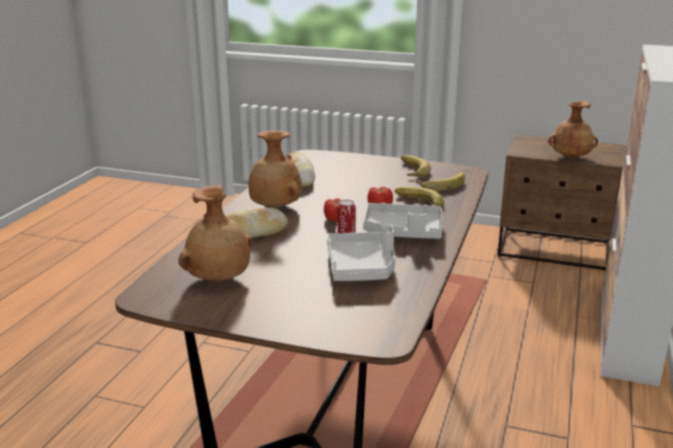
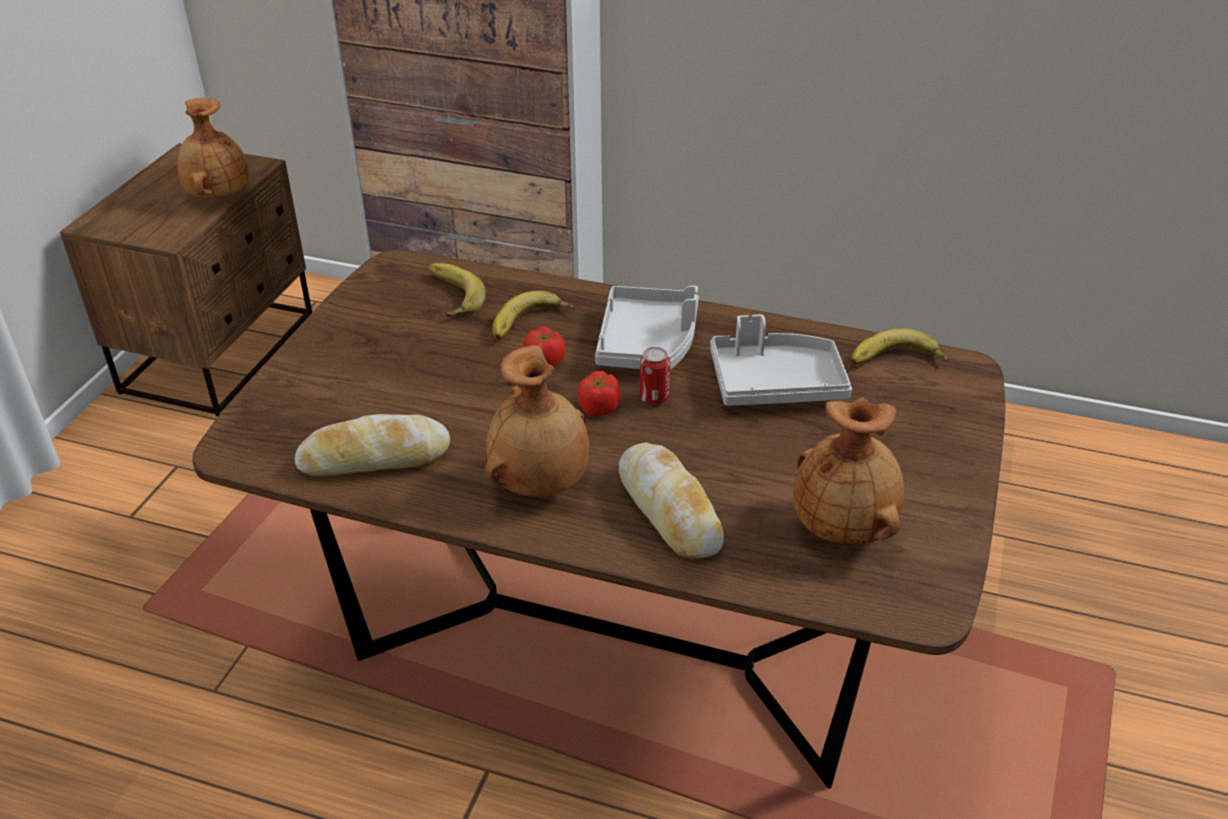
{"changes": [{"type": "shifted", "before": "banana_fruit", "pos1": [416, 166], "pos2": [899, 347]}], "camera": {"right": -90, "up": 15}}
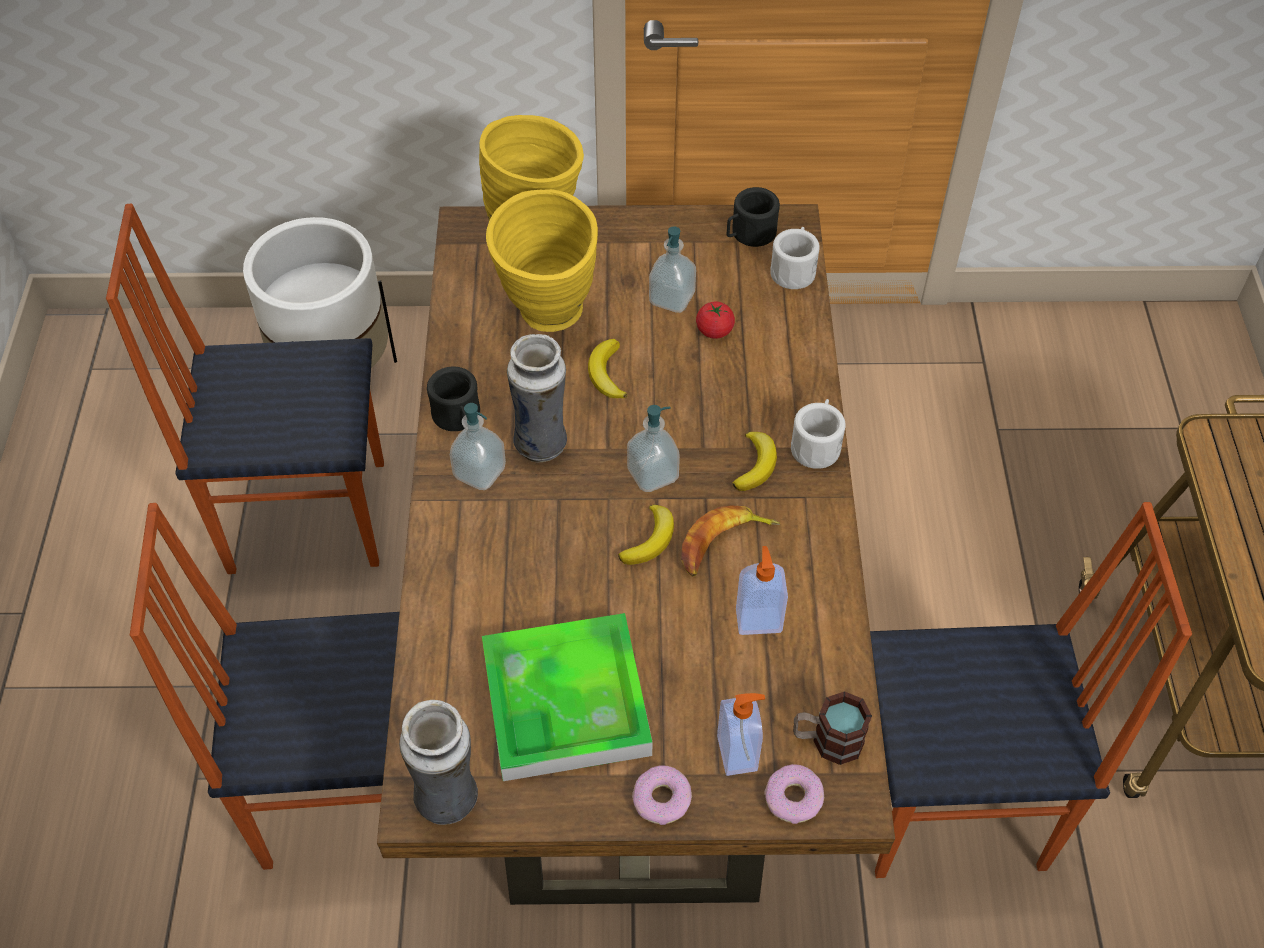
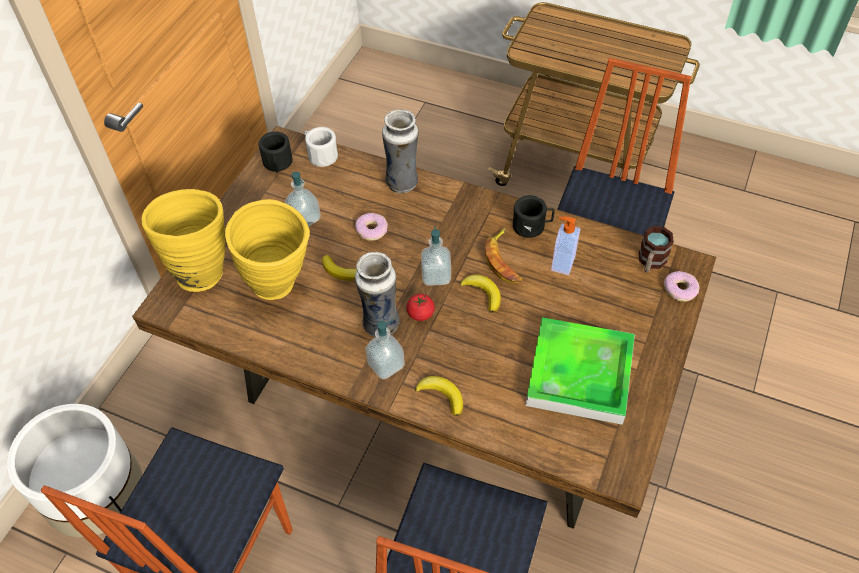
{"changes": [{"type": "shifted", "before": "fresh_tomato", "pos1": [715, 320], "pos2": [420, 307]}, {"type": "shifted", "before": "black_tea_mug", "pos1": [453, 399], "pos2": [534, 216]}, {"type": "gone", "before": "white-coloured_tea_mug", "pos1": [818, 434]}, {"type": "shifted", "before": "banana_fruit", "pos1": [755, 461], "pos2": [439, 396]}, {"type": "gone", "before": "soap_bottle", "pos1": [741, 734]}, {"type": "shifted", "before": "decorative_vase", "pos1": [438, 762], "pos2": [400, 151]}, {"type": "shifted", "before": "donut", "pos1": [662, 795], "pos2": [371, 227]}], "camera": {"right": -65, "up": 0}}
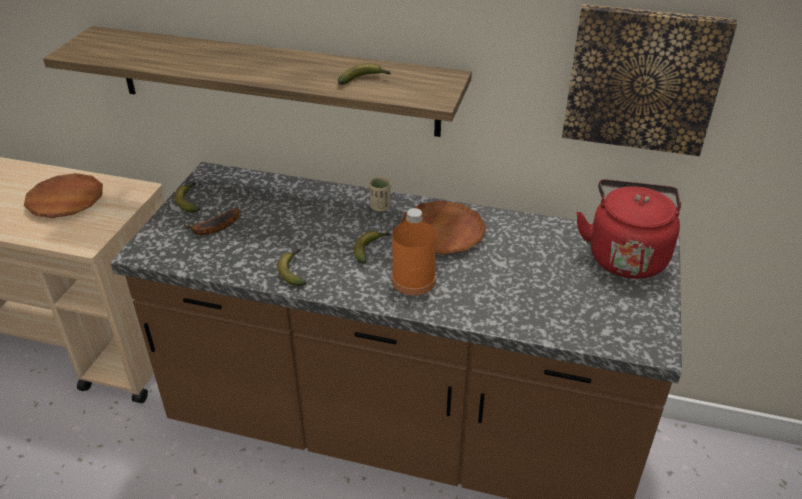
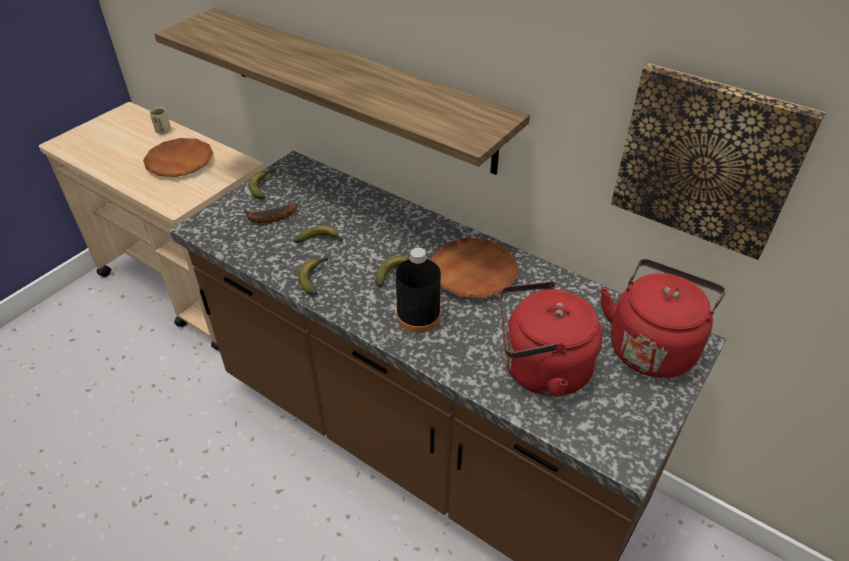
{"changes": [{"type": "shifted", "before": "banana_fruit", "pos1": [364, 74], "pos2": [318, 234]}, {"type": "shifted", "before": "beige-coloured_cup", "pos1": [380, 194], "pos2": [160, 121]}, {"type": "repainted", "before": "orange-coloured_beverage_bottle", "after": "black_beverage_bottle", "pos1": [414, 251], "pos2": [418, 290]}, {"type": "new", "after": "reddish_water_kettle", "pos2": [551, 339]}], "camera": {"right": 20, "up": 5}}
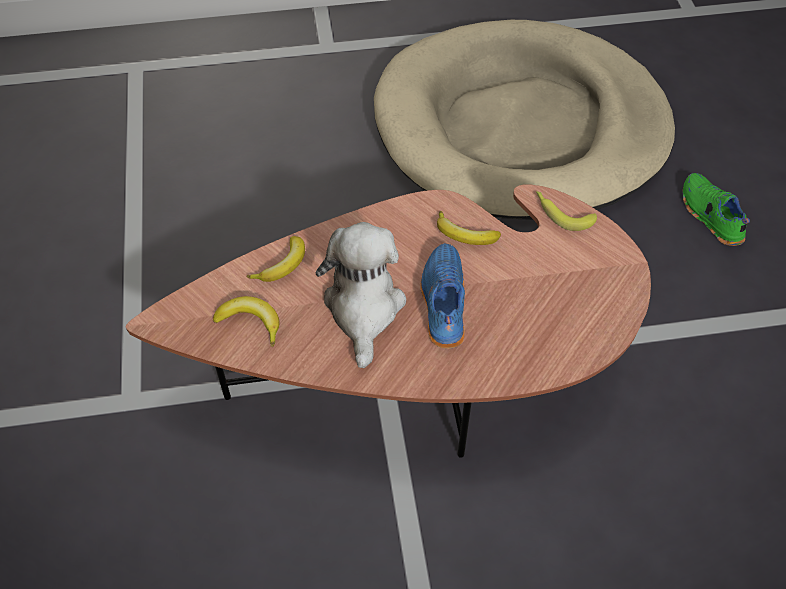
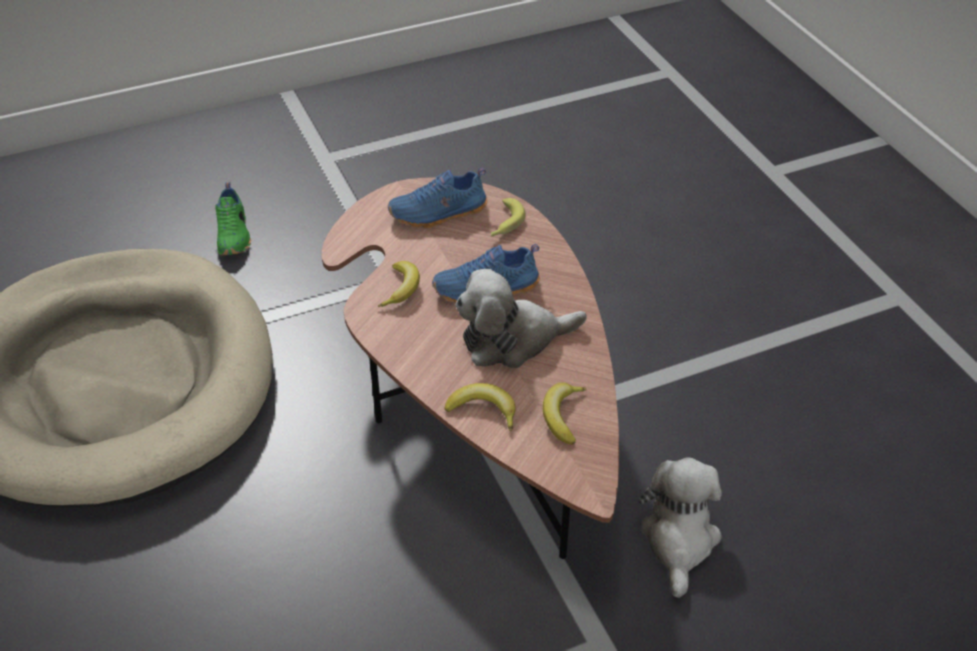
{"changes": [{"type": "rotated", "before": "greenish_item_of_footwear", "pos1": [716, 209], "pos2": [233, 218], "turn": -60}, {"type": "shifted", "before": "banana_fruit", "pos1": [566, 211], "pos2": [508, 217]}, {"type": "new", "after": "bluish_item_of_footwear", "pos2": [437, 198]}, {"type": "new", "after": "soft_toy", "pos2": [680, 527]}], "camera": {"right": -105, "up": -10}}
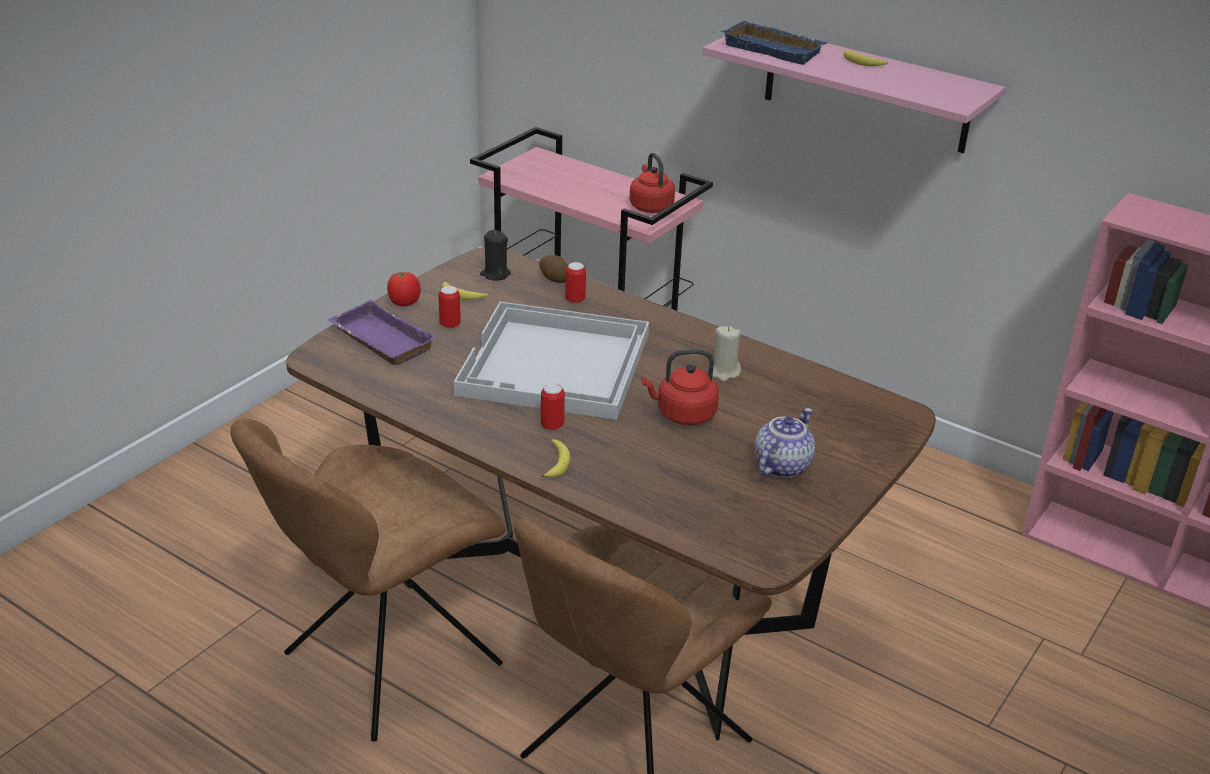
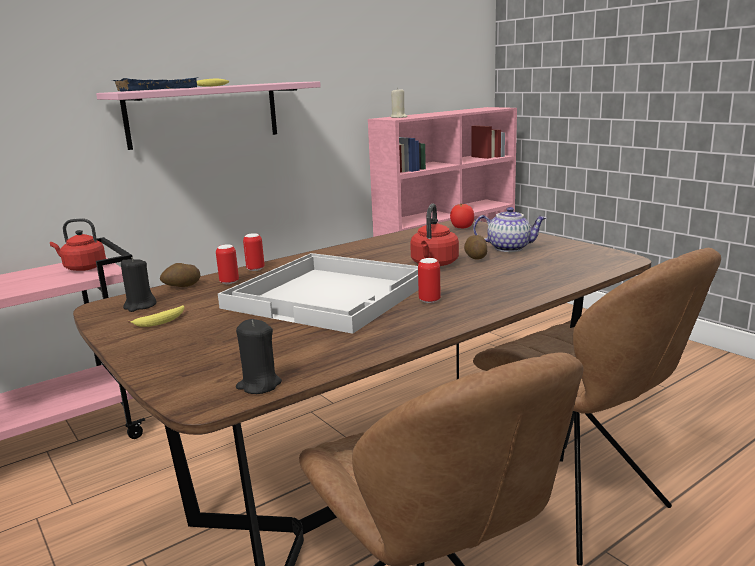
{"changes": [{"type": "shifted", "before": "fresh_tomato", "pos1": [404, 288], "pos2": [462, 216]}, {"type": "shifted", "before": "can", "pos1": [449, 307], "pos2": [254, 252]}, {"type": "gone", "before": "purple_serving_tray", "pos1": [382, 332]}, {"type": "shifted", "before": "beige-coloured_wax_candle", "pos1": [726, 354], "pos2": [399, 103]}, {"type": "rotated", "before": "teapot", "pos1": [785, 443], "pos2": [509, 229], "turn": 135}, {"type": "gone", "before": "banana_fruit", "pos1": [555, 458]}, {"type": "new", "after": "spud", "pos2": [475, 247]}, {"type": "new", "after": "black_wax_candle", "pos2": [259, 356]}], "camera": {"right": -70, "up": -15}}
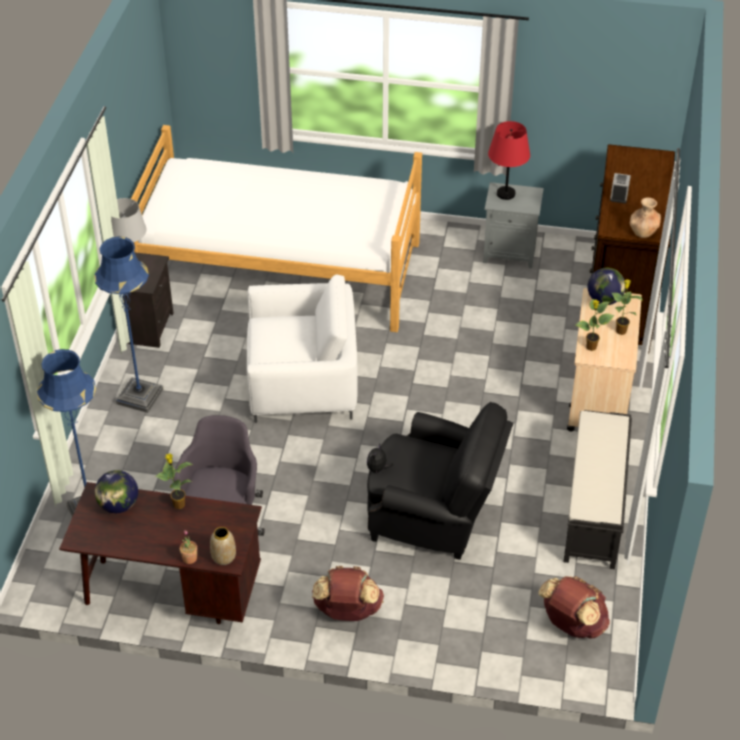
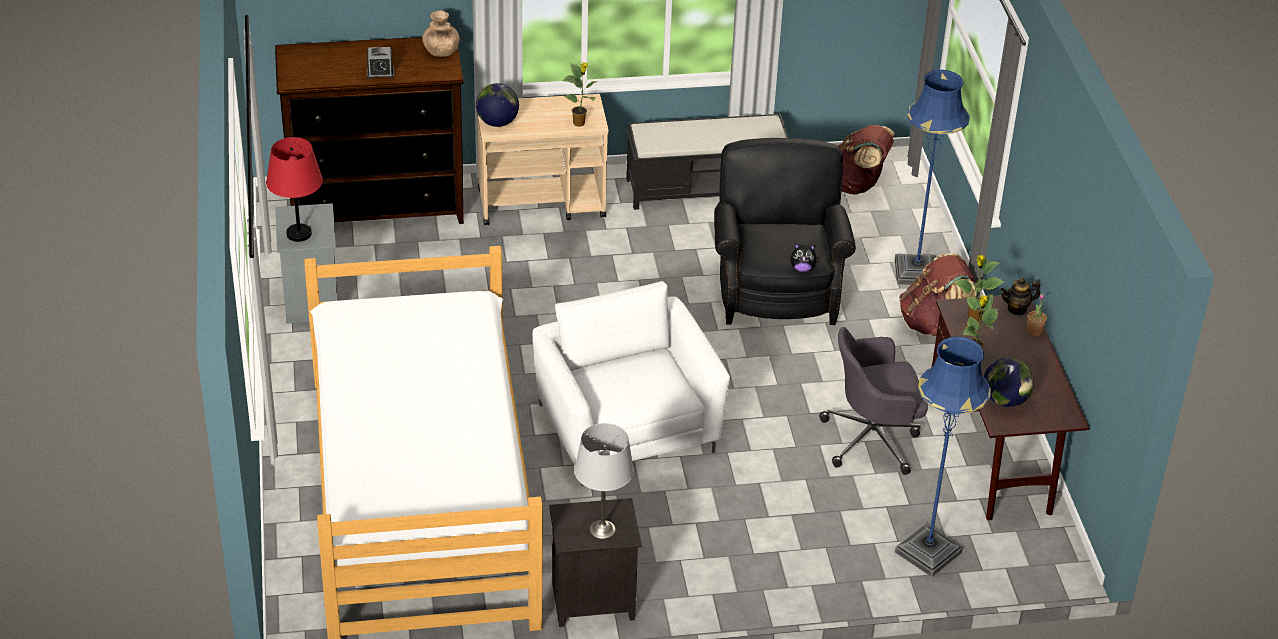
{"changes": [{"type": "shifted", "before": "bluish_floor_lamp", "pos1": [128, 325], "pos2": [932, 177]}, {"type": "shifted", "before": "plant_in_a_pot", "pos1": [627, 307], "pos2": [978, 288]}, {"type": "swapped", "before": "decorative_vase", "after": "teapot", "pos1": [223, 546], "pos2": [1020, 296]}], "camera": {"right": -110, "up": -5}}
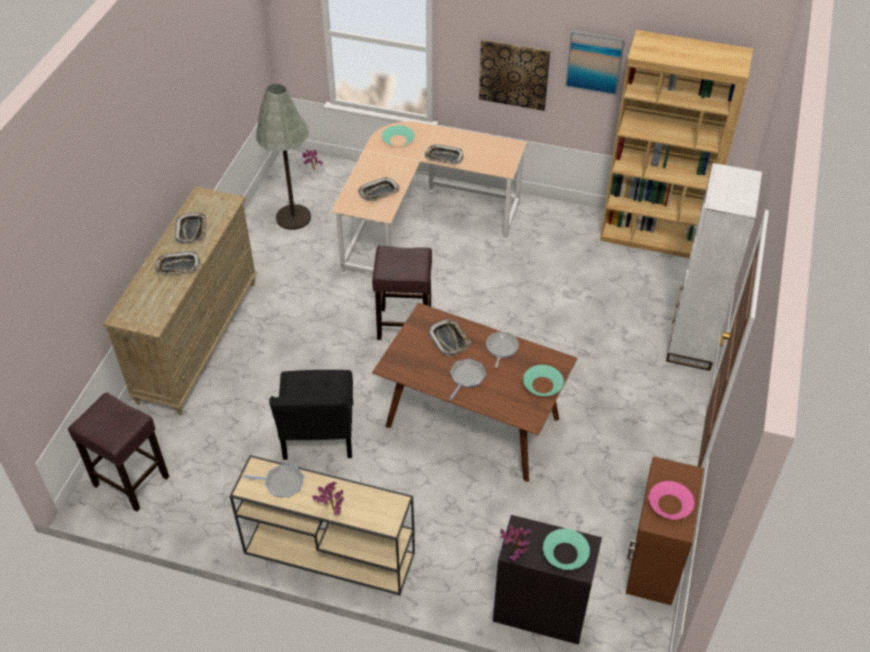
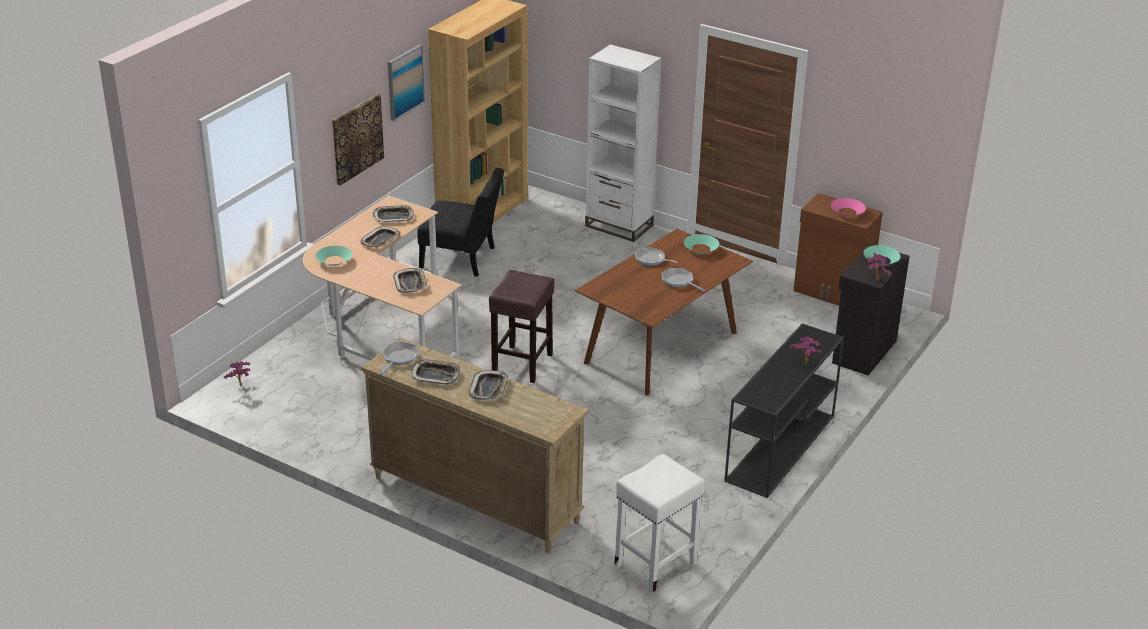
{"changes": [{"type": "gone", "before": "greyish_floor_lamp", "pos1": [283, 156]}, {"type": "shifted", "before": "serving_tray", "pos1": [449, 337], "pos2": [393, 213]}, {"type": "shifted", "before": "black_plain_chair", "pos1": [311, 415], "pos2": [460, 222]}, {"type": "repainted", "before": "brown-coloured_sitting_stool", "after": "white-coloured_sitting_stool", "pos1": [118, 451], "pos2": [659, 523]}, {"type": "repainted", "before": "beige-coloured_narrow_table", "after": "black_narrow_table", "pos1": [322, 525], "pos2": [784, 410]}, {"type": "shifted", "before": "frying_pan", "pos1": [273, 480], "pos2": [400, 358]}], "camera": {"right": -75, "up": -15}}
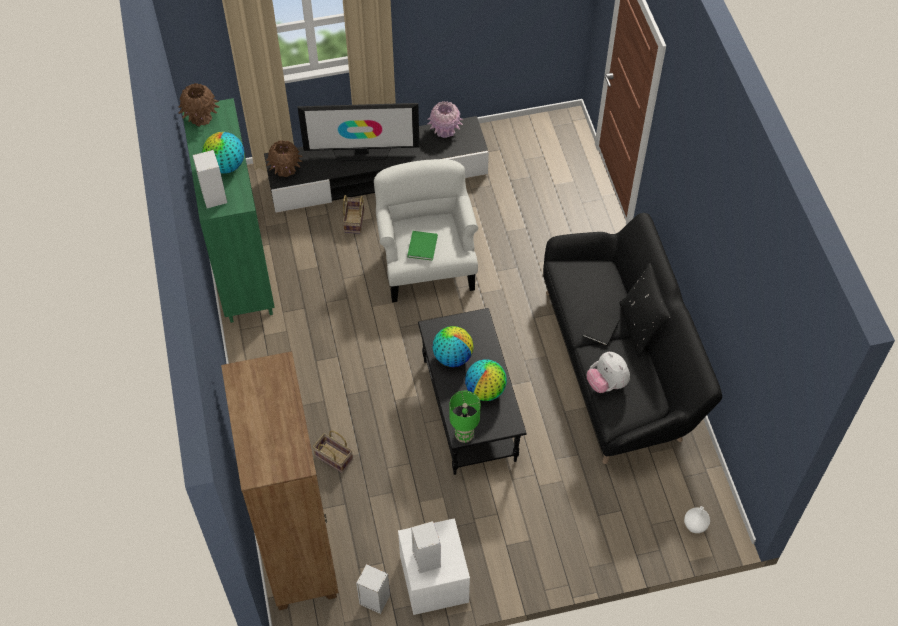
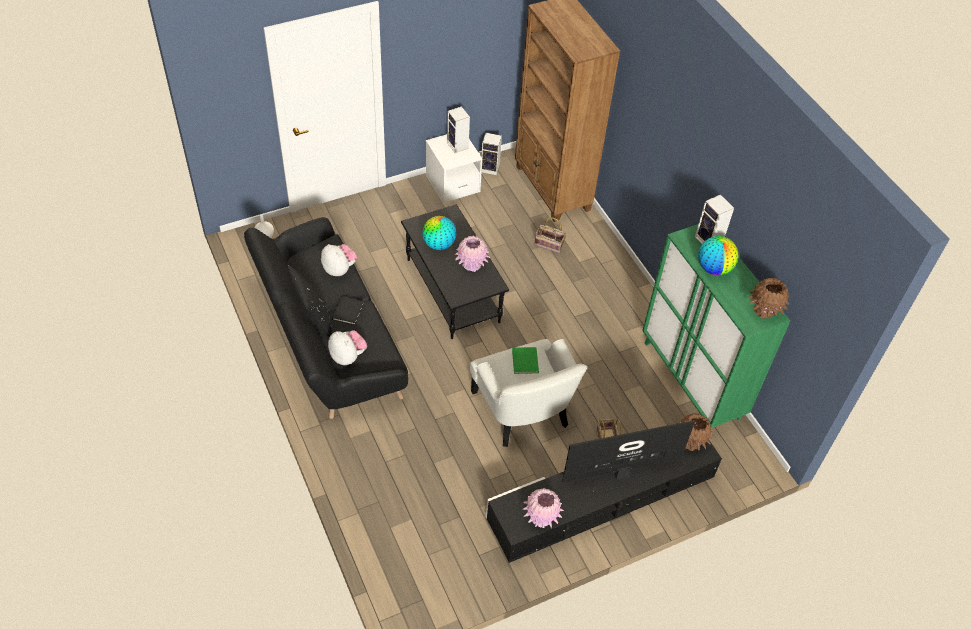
{"changes": [{"type": "swapped", "before": "desk_globe", "after": "pink_decorative_vase", "pos1": [452, 346], "pos2": [472, 254]}, {"type": "gone", "before": "greenish_table_lamp", "pos1": [465, 417]}, {"type": "new", "after": "soft_toy", "pos2": [347, 348]}], "camera": {"right": 165, "up": -5}}
